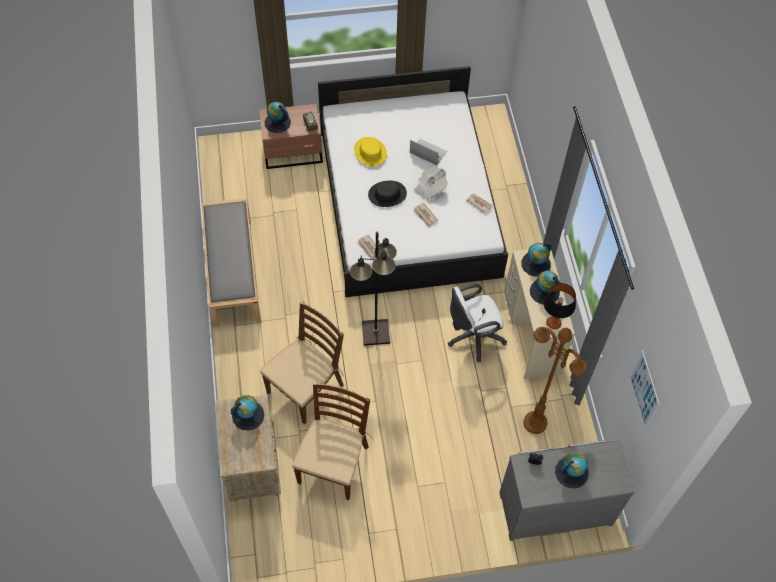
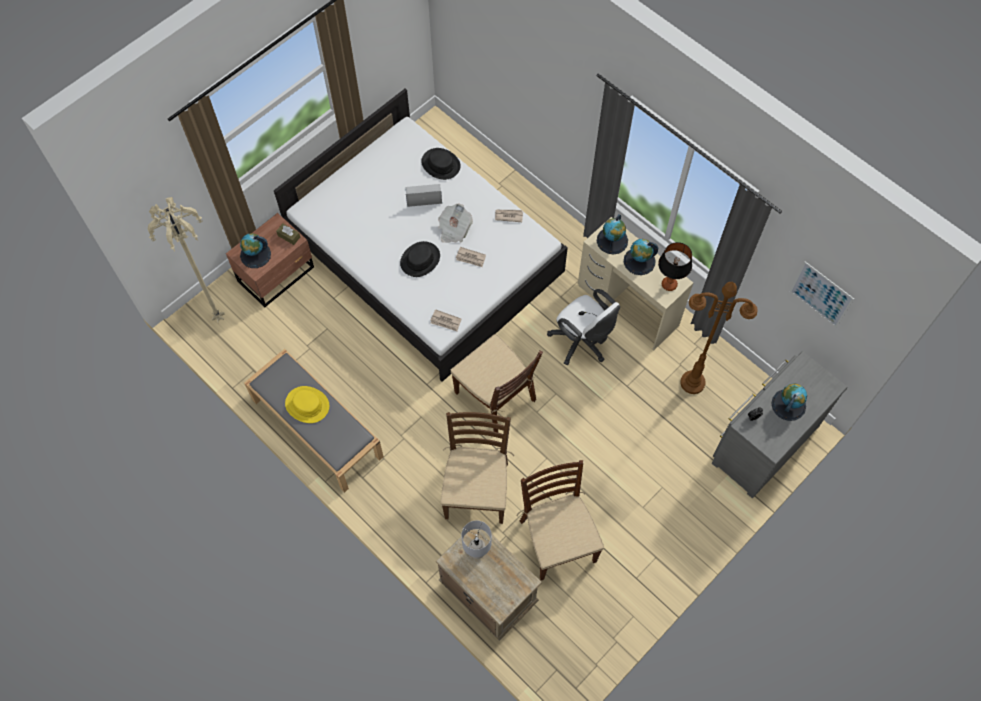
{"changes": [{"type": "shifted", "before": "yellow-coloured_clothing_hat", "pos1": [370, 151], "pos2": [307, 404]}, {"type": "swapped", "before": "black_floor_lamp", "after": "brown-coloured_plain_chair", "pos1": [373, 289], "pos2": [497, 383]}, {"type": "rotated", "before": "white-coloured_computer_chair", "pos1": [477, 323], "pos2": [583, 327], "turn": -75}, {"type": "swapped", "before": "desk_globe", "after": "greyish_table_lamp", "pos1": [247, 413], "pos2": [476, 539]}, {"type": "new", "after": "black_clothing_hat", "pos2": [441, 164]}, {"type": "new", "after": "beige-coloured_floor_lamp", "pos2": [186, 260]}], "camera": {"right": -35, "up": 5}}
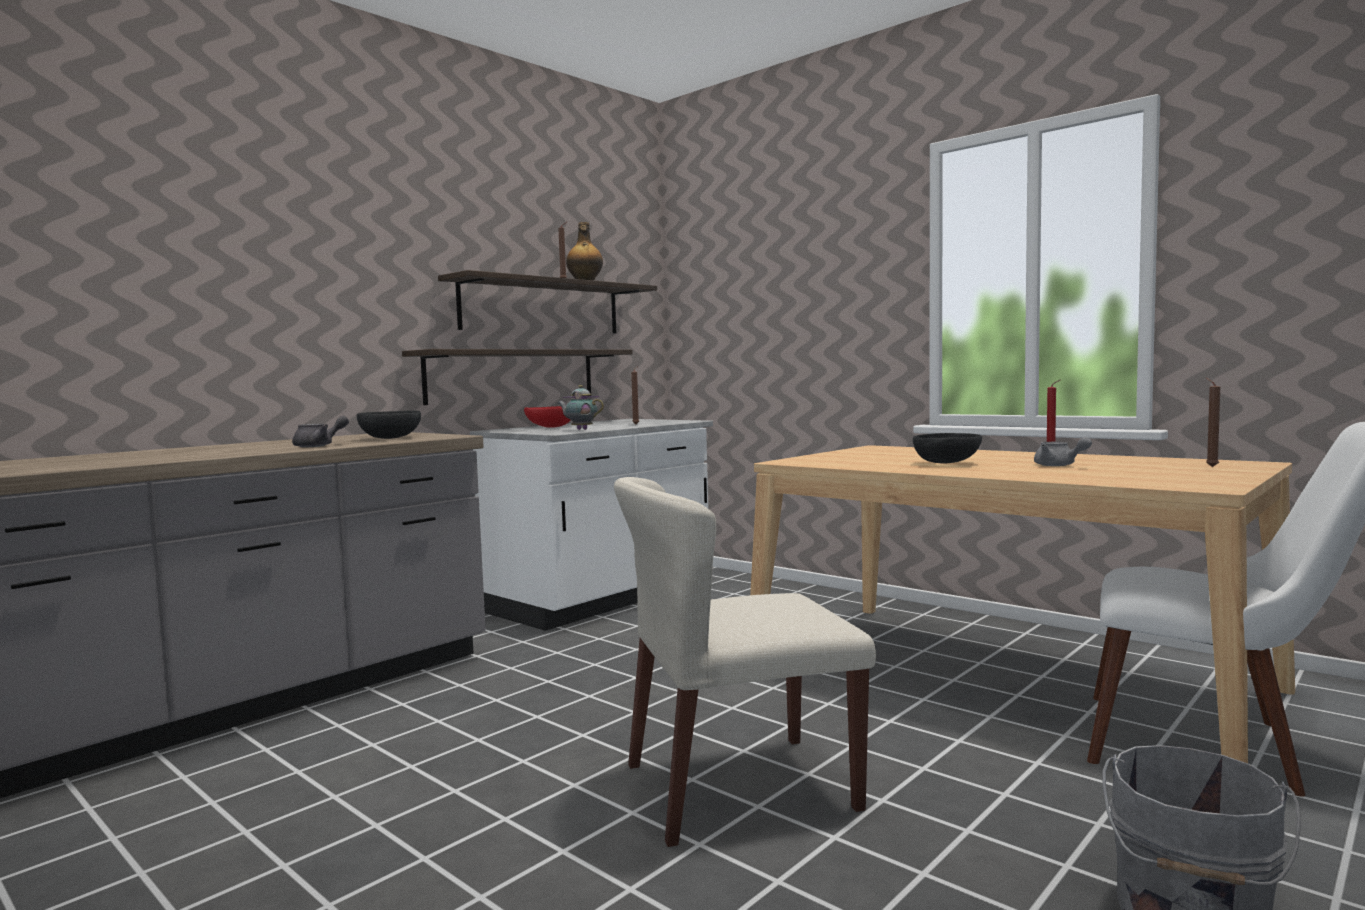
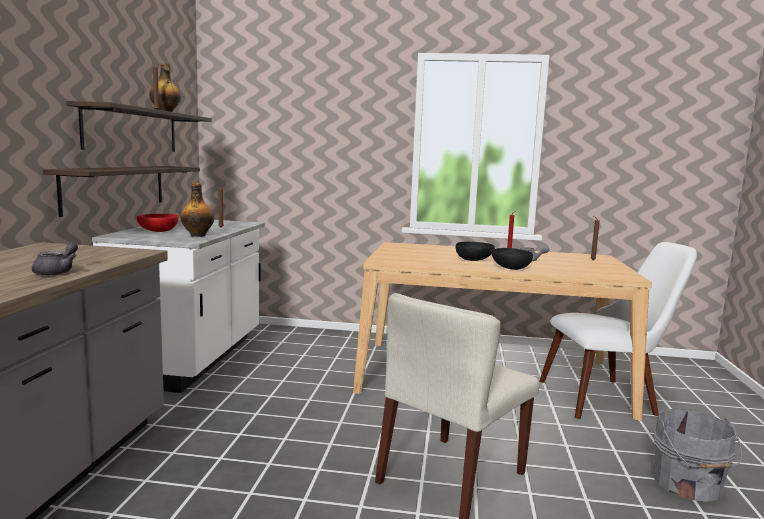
{"changes": [{"type": "swapped", "before": "teapot", "after": "beverage_bottle", "pos1": [580, 407], "pos2": [197, 210]}, {"type": "shifted", "before": "black_deep_dish", "pos1": [389, 424], "pos2": [512, 259]}], "camera": {"right": -35, "up": 5}}
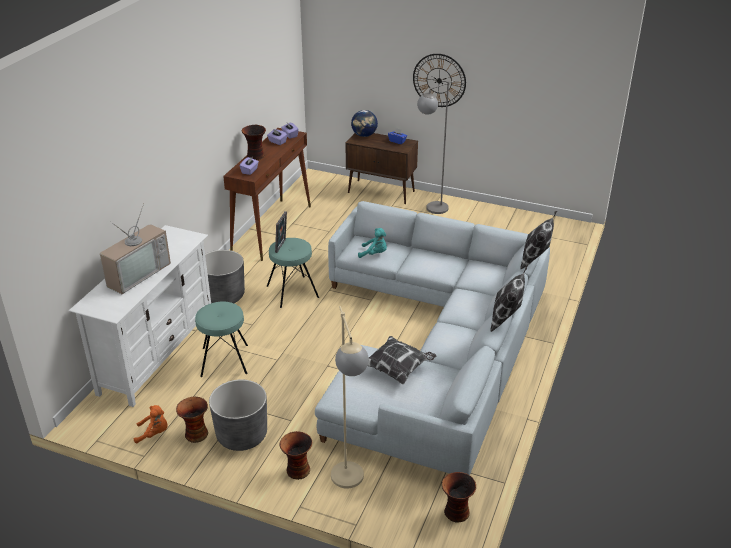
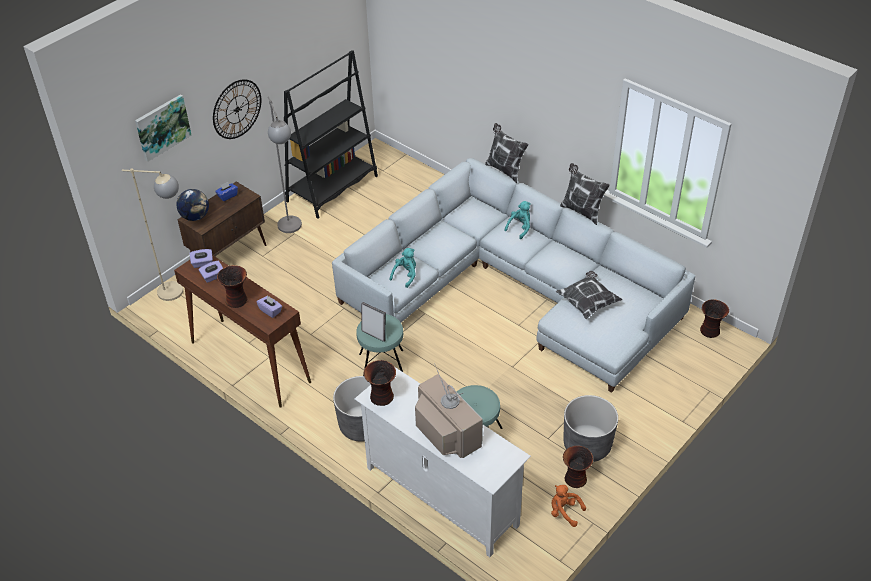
{"changes": [{"type": "shifted", "before": "beige-coloured_floor_lamp", "pos1": [350, 397], "pos2": [152, 234]}, {"type": "rotated", "before": "orange-coloured_soft_toy", "pos1": [151, 424], "pos2": [568, 506], "turn": -75}, {"type": "shifted", "before": "decorative_vase", "pos1": [296, 455], "pos2": [380, 383]}, {"type": "new", "after": "black_bookshelf", "pos2": [331, 134]}, {"type": "new", "after": "wall_picture", "pos2": [163, 128]}, {"type": "new", "after": "turquoise_soft_toy", "pos2": [517, 220]}], "camera": {"right": -70, "up": 10}}
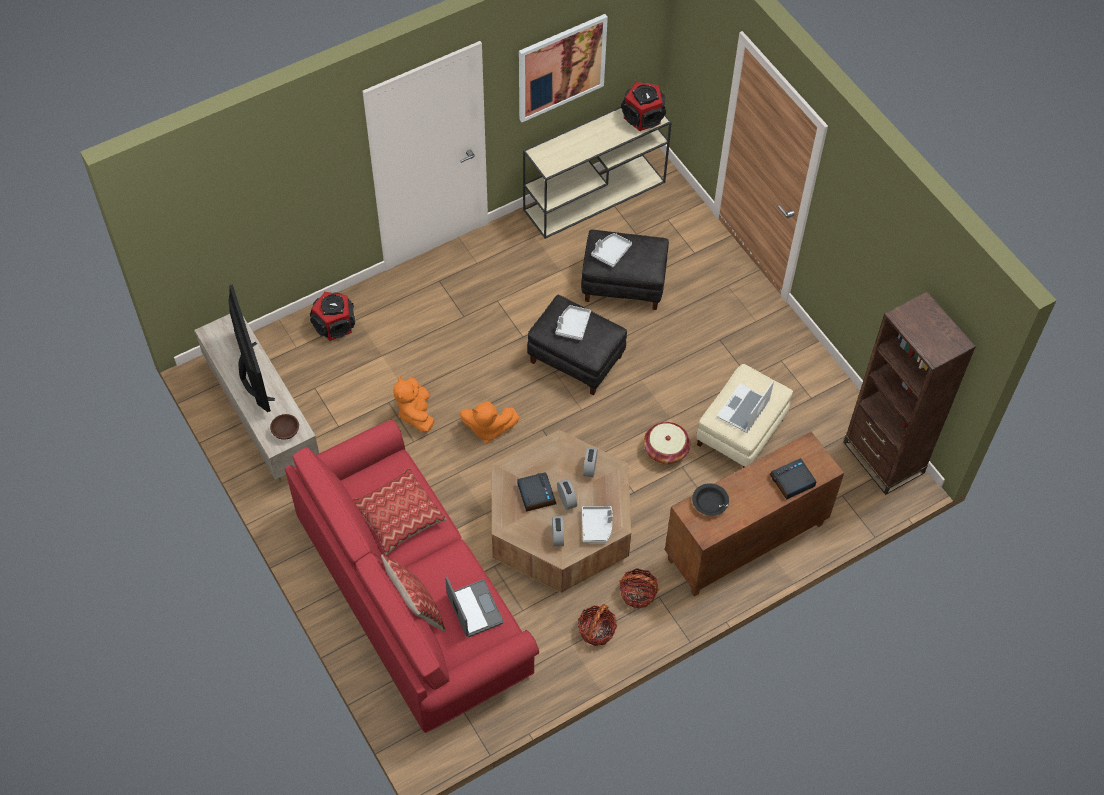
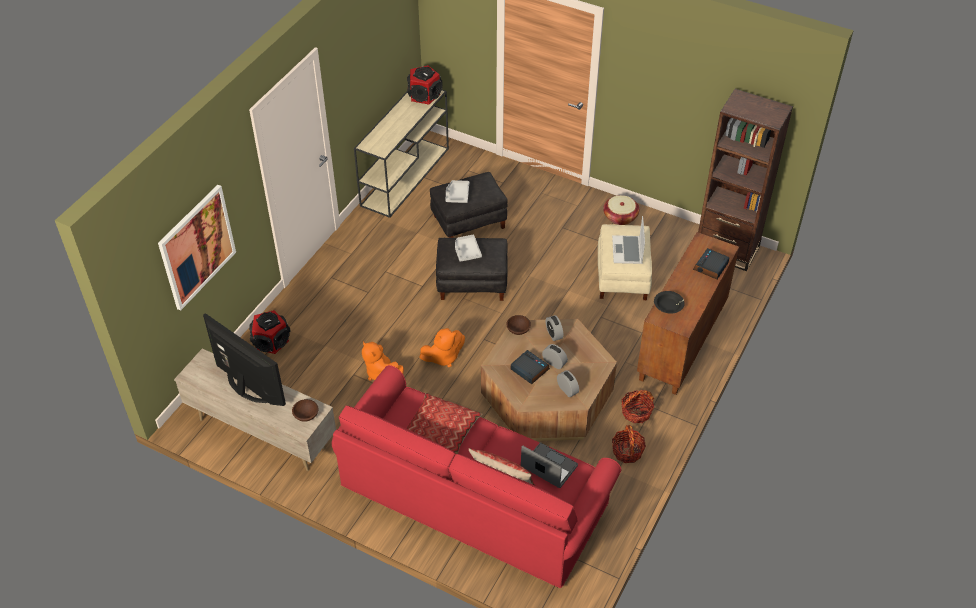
{"changes": [{"type": "shifted", "before": "wall_picture", "pos1": [563, 68], "pos2": [197, 248]}, {"type": "shifted", "before": "basket", "pos1": [667, 443], "pos2": [621, 210]}, {"type": "gone", "before": "greyish_serving_tray", "pos1": [597, 524]}, {"type": "new", "after": "brown-coloured_deep_dish", "pos2": [518, 325]}], "camera": {"right": -30, "up": -10}}
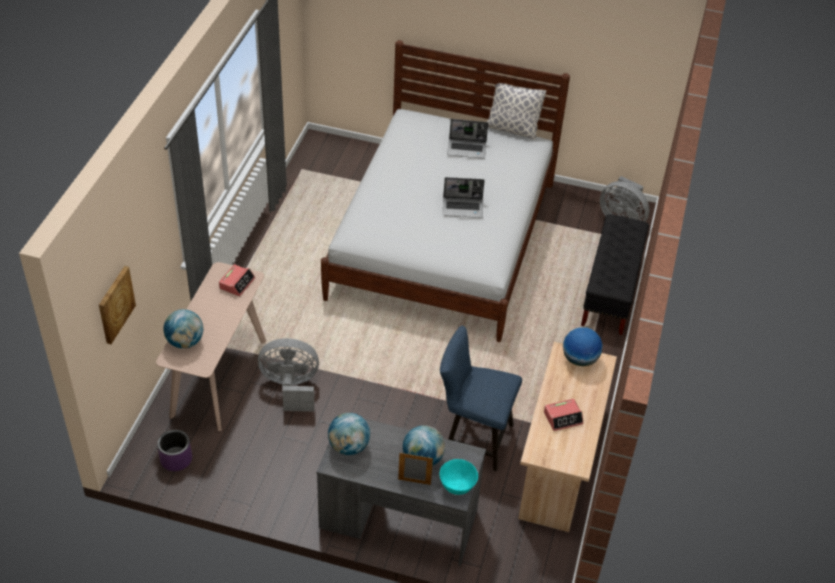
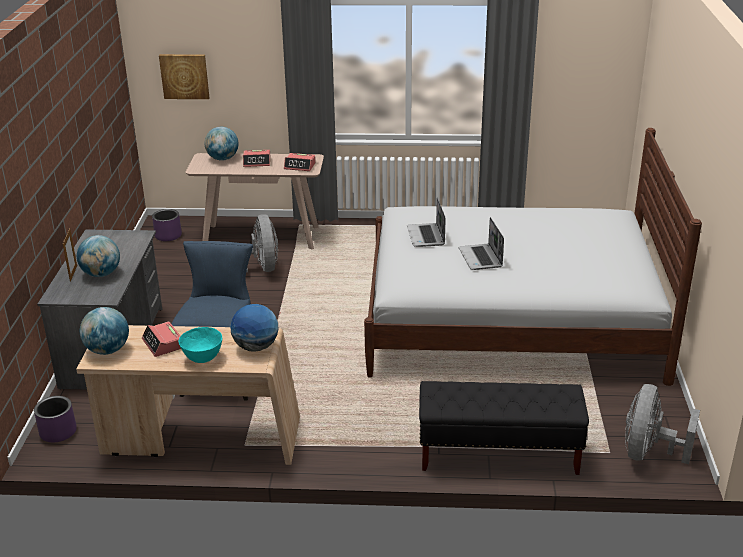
{"changes": [{"type": "gone", "before": "throw_pillow", "pos1": [516, 111]}, {"type": "shifted", "before": "portable_computer", "pos1": [467, 139], "pos2": [426, 222]}, {"type": "shifted", "before": "desk_globe", "pos1": [349, 434], "pos2": [104, 331]}, {"type": "shifted", "before": "turquoise_deep_dish", "pos1": [459, 477], "pos2": [200, 345]}, {"type": "new", "after": "table_clock", "pos2": [257, 158]}, {"type": "new", "after": "purple_flower_pot", "pos2": [55, 419]}], "camera": {"right": 80, "up": -15}}
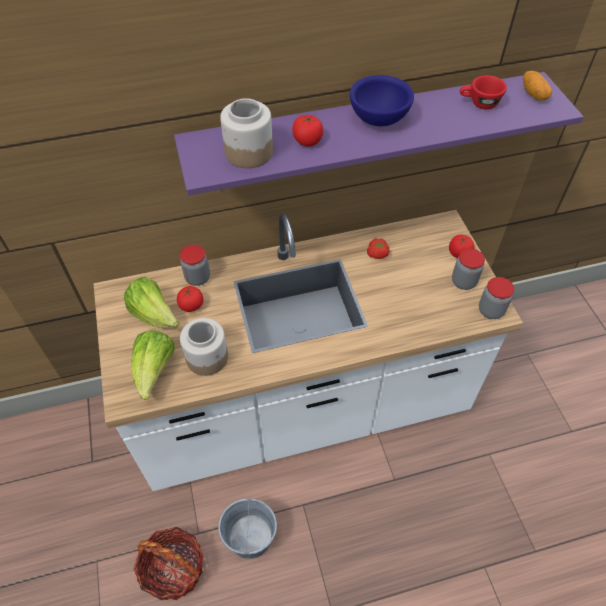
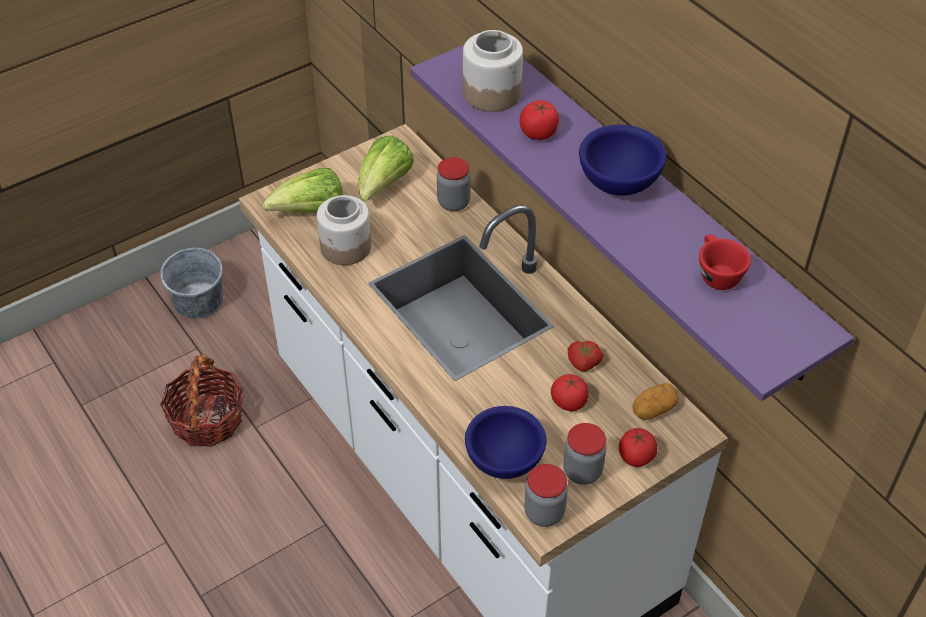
{"changes": [{"type": "shifted", "before": "spud", "pos1": [537, 86], "pos2": [656, 401]}, {"type": "shifted", "before": "fresh_tomato", "pos1": [190, 299], "pos2": [569, 392]}, {"type": "shifted", "before": "greyish_bucket", "pos1": [247, 528], "pos2": [191, 283]}, {"type": "new", "after": "bluish_deep_dish", "pos2": [505, 442]}], "camera": {"right": 70, "up": -5}}
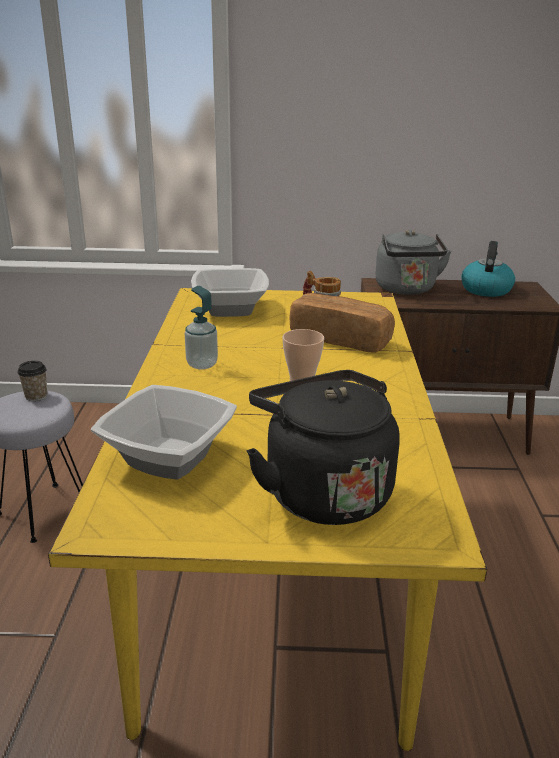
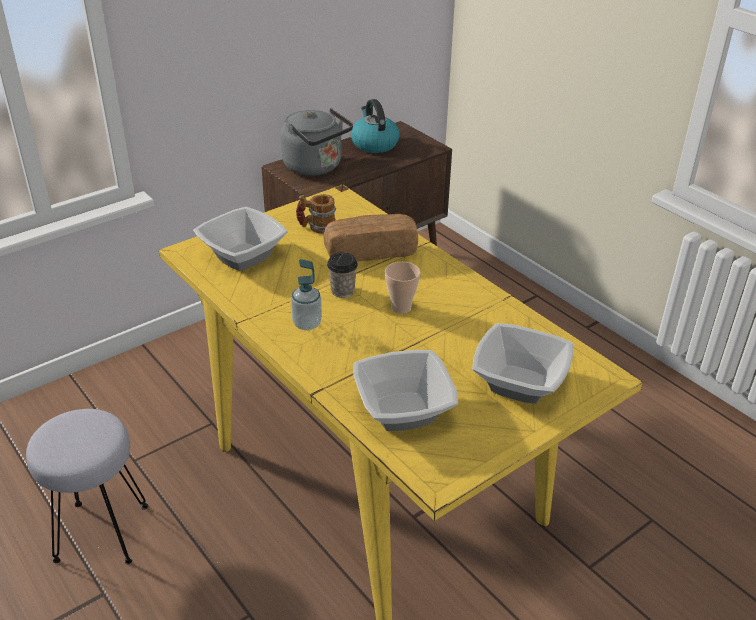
{"changes": [{"type": "shifted", "before": "cup", "pos1": [32, 381], "pos2": [342, 275]}, {"type": "swapped", "before": "black_water_kettle", "after": "deep_dish", "pos1": [323, 447], "pos2": [523, 363]}], "camera": {"right": -40, "up": 10}}
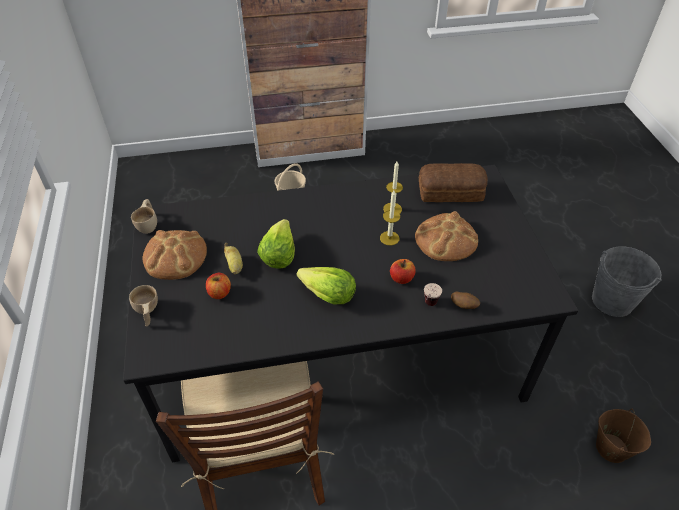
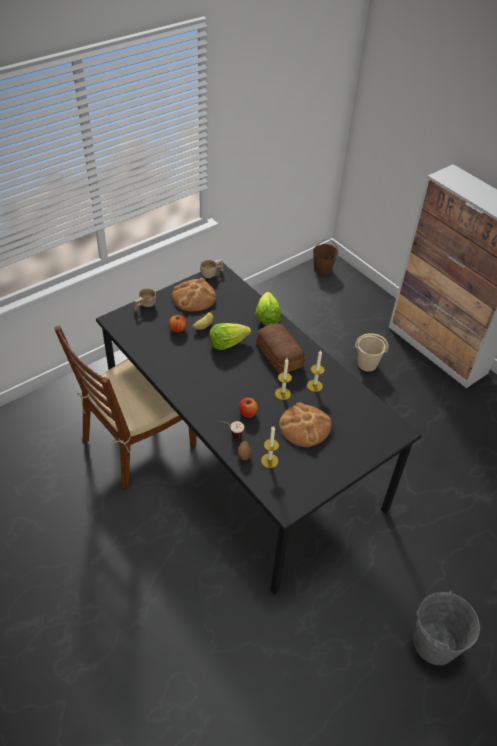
{"changes": [{"type": "shifted", "before": "bakery_bread", "pos1": [453, 182], "pos2": [280, 348]}, {"type": "shifted", "before": "lettuce_head", "pos1": [326, 285], "pos2": [268, 308]}, {"type": "shifted", "before": "brown-coloured_bucket", "pos1": [623, 436], "pos2": [325, 257]}, {"type": "new", "after": "wax_candle", "pos2": [270, 447]}], "camera": {"right": 60, "up": 0}}
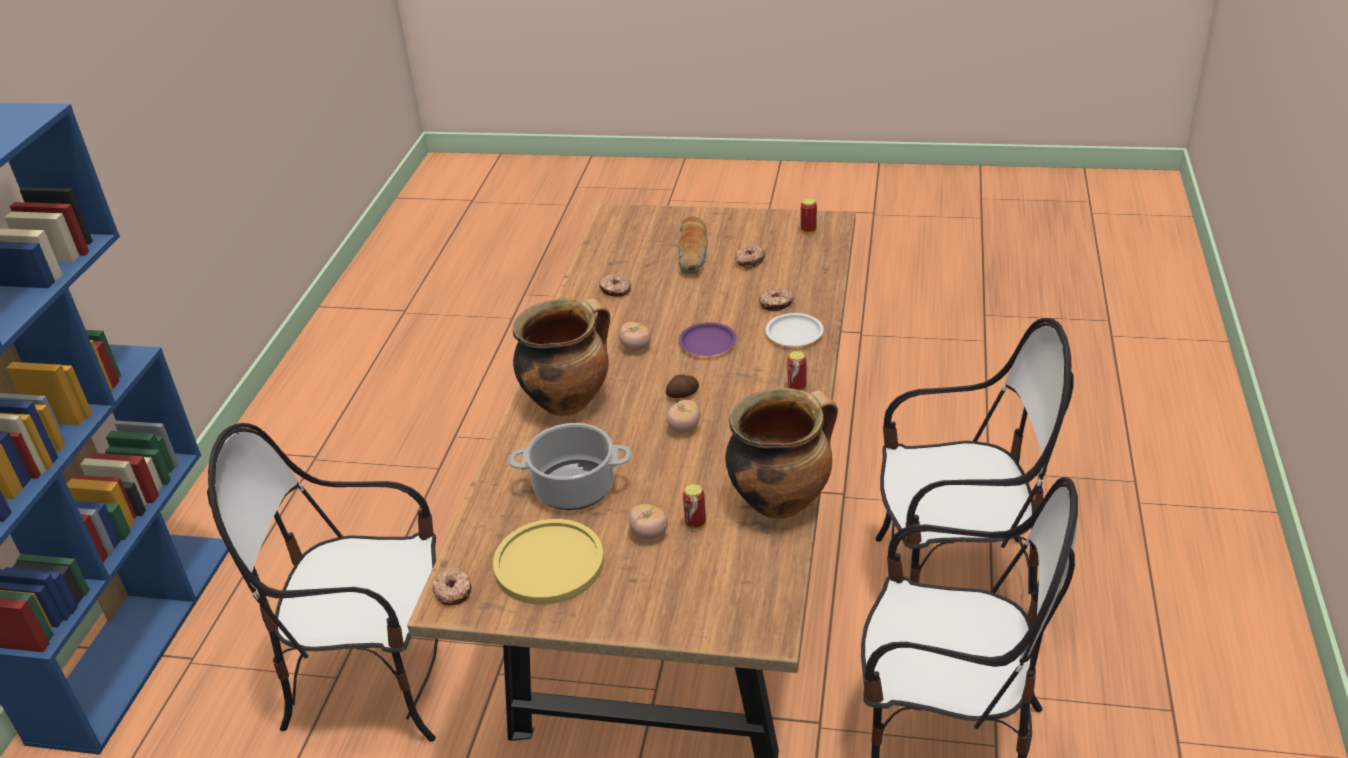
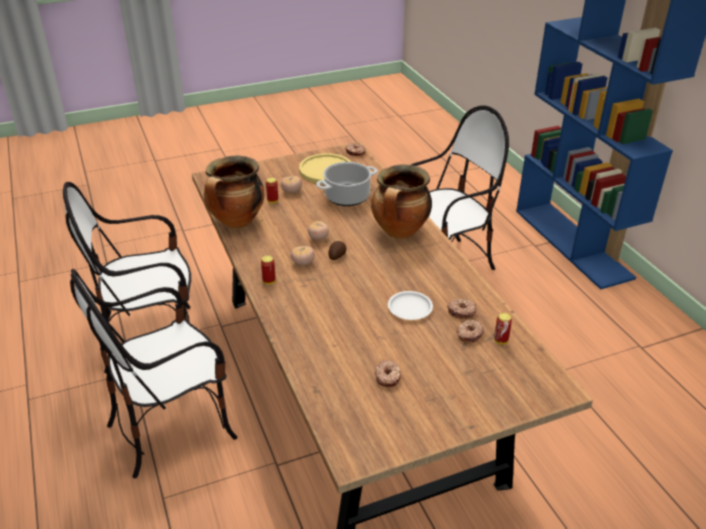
{"changes": [{"type": "shifted", "before": "can", "pos1": [809, 216], "pos2": [503, 328]}, {"type": "gone", "before": "bakery_bread", "pos1": [693, 245]}, {"type": "shifted", "before": "donut", "pos1": [777, 299], "pos2": [470, 331]}, {"type": "shifted", "before": "white-coloured_flat_dish", "pos1": [794, 329], "pos2": [410, 305]}, {"type": "shifted", "before": "fresh_tomato", "pos1": [635, 336], "pos2": [302, 256]}, {"type": "gone", "before": "purple_flat_dish", "pos1": [708, 339]}], "camera": {"right": 145, "up": 0}}
